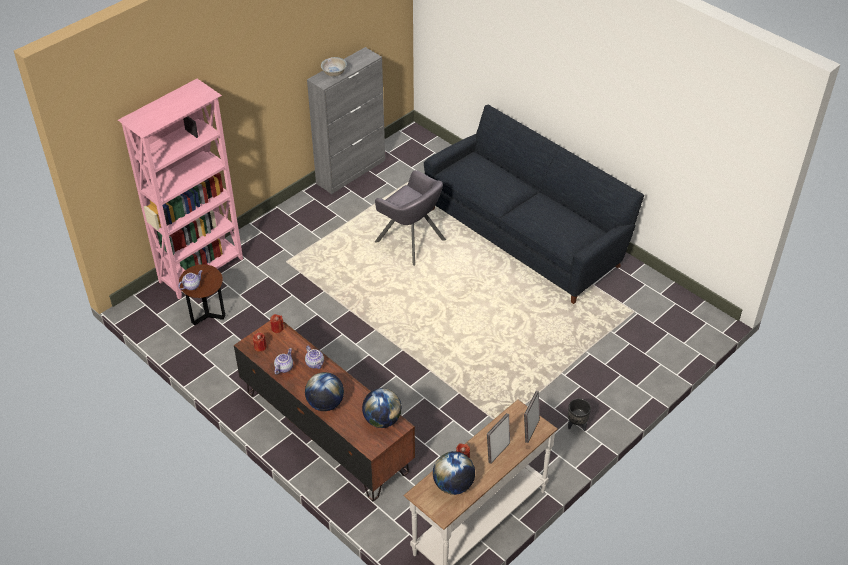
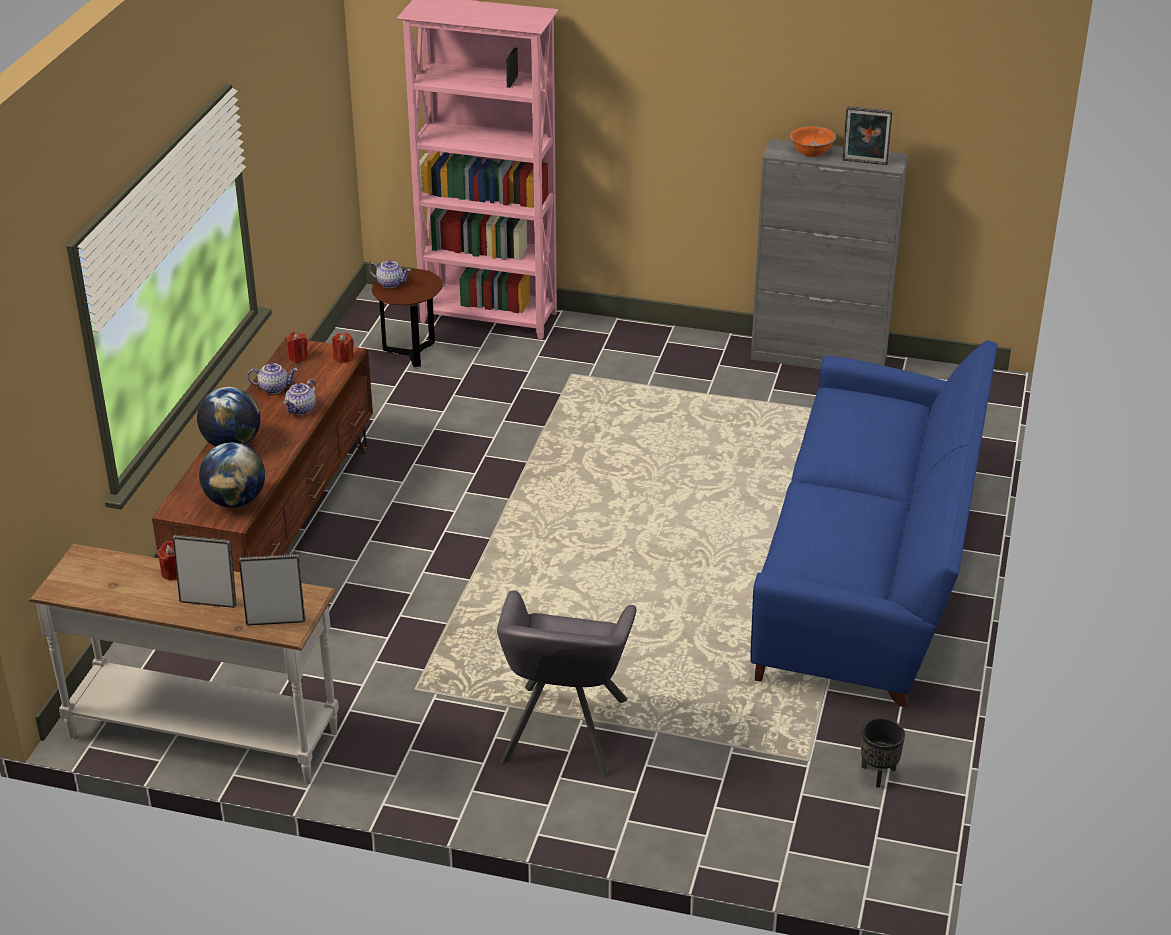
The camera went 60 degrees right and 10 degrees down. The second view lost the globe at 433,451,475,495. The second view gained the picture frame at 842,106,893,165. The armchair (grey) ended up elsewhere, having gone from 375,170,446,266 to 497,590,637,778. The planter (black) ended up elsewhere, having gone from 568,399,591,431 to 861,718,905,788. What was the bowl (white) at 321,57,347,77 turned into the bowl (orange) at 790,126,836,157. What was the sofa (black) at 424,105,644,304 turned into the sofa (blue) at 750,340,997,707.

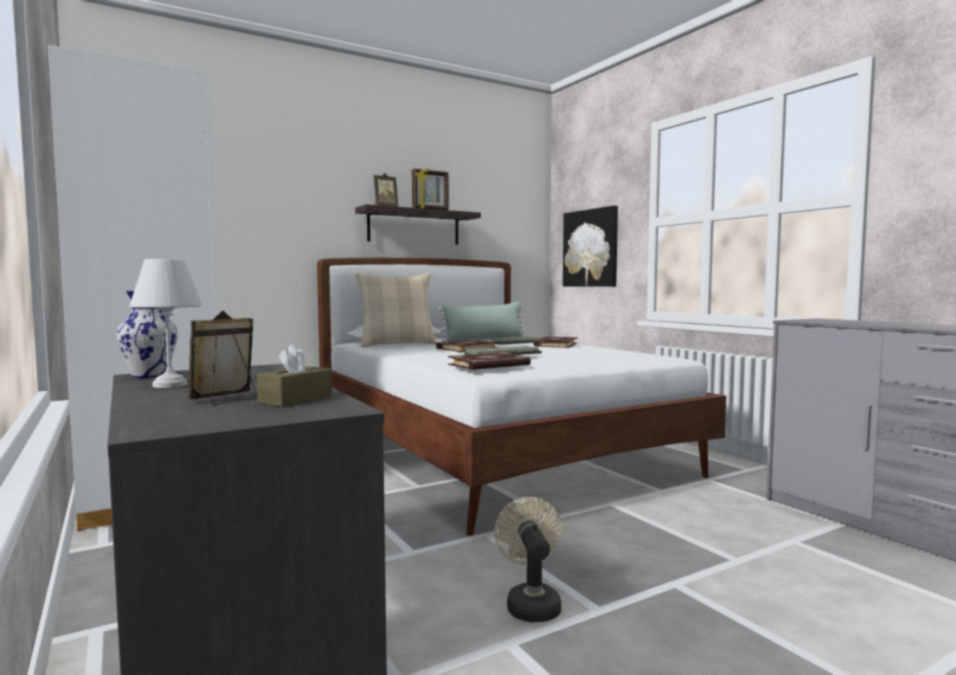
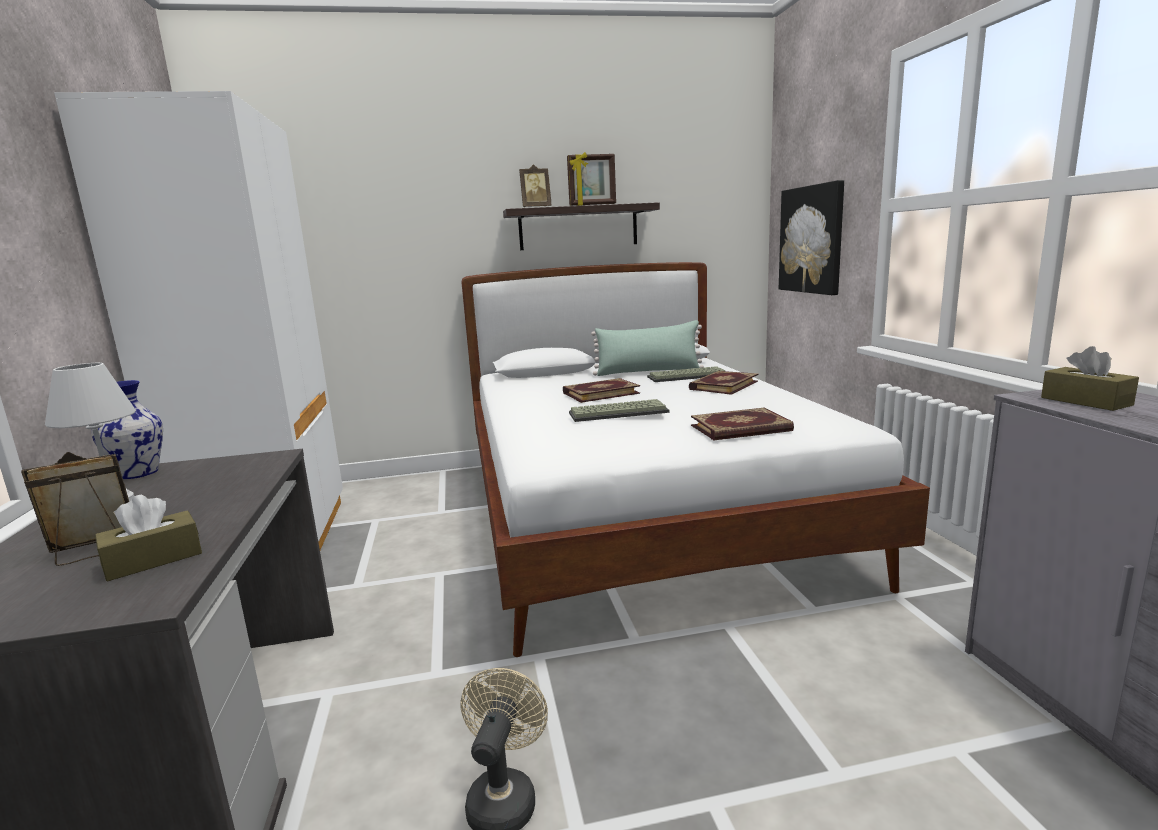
The camera went 20 degrees right and 10 degrees up. The second view lost the pillow (beige) at 355,273,437,347. The second view gained the tissue box (brown) at 1041,346,1139,411. The book ended up elsewhere, having gone from 448,352,531,370 to 691,408,794,441.

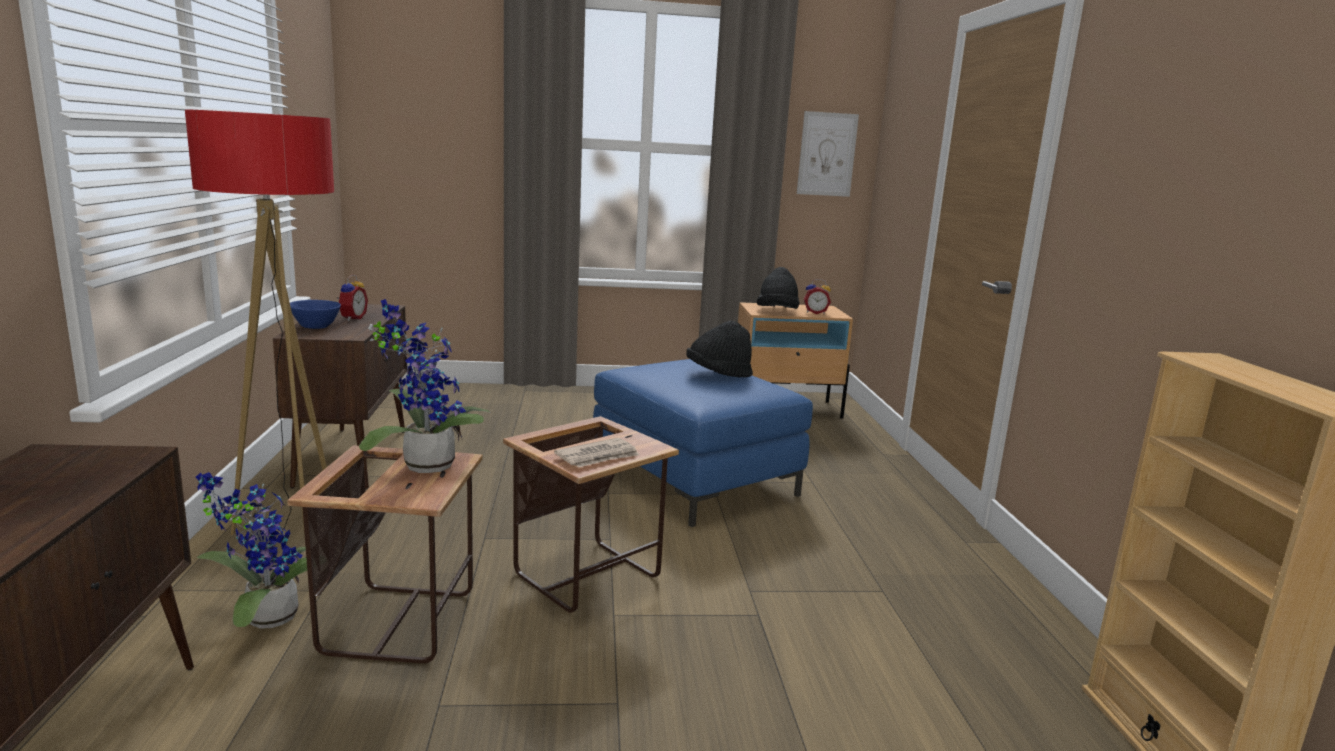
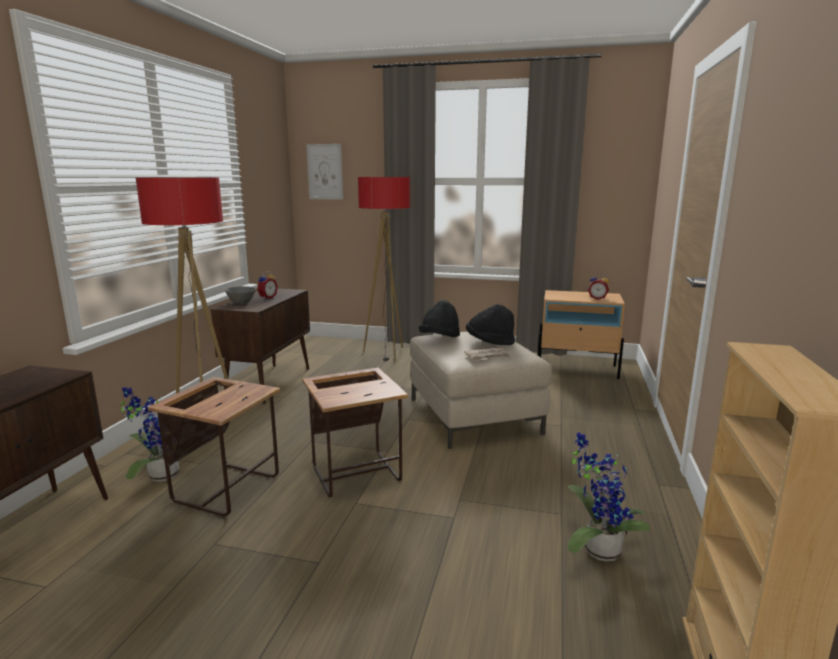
The camera went 20 degrees right and 0 degrees up. The second view gained the floor lamp at 358,177,410,361. The potted plant ended up elsewhere, having gone from 359,299,491,473 to 567,432,650,561. The newspaper ended up elsewhere, having gone from 554,438,639,467 to 464,348,512,360. The hat (black) ended up elsewhere, having gone from 757,267,800,309 to 418,300,460,337. The picture ended up elsewhere, having gone from 797,111,859,197 to 306,144,343,200. What was the bowl (blue) at 290,300,341,329 turned into the bowl (grey) at 225,286,256,304. What was the ottoman (blue) at 593,359,813,527 turned into the ottoman (beige) at 410,331,552,449.

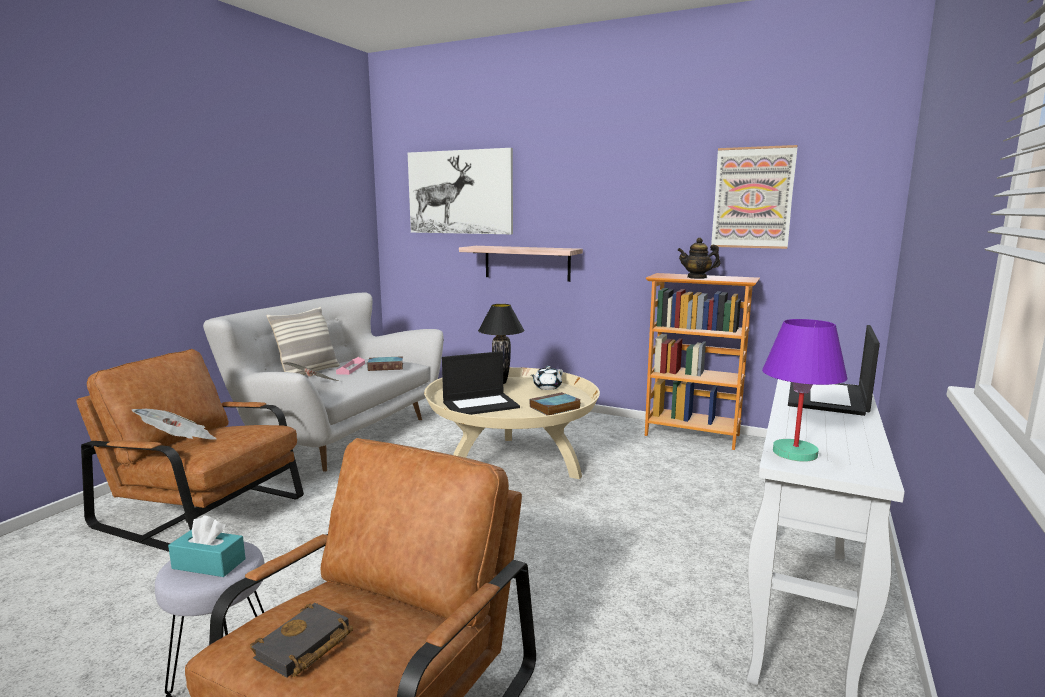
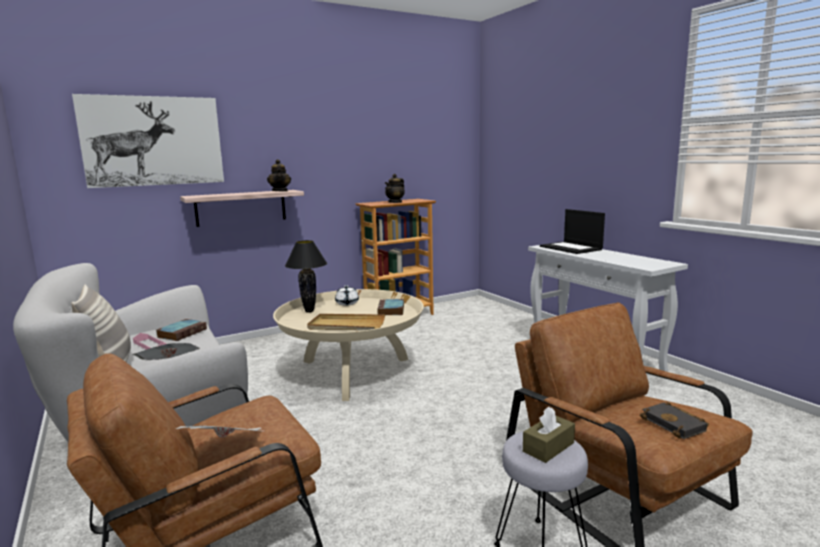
The camera went 55 degrees left and 0 degrees up. The second view lost the picture at 711,145,798,249. The second view lost the table lamp (purple) at 762,319,847,462. The second view gained the teapot at 267,159,291,191. Where the laptop stood at 442,351,520,415, the tray (beige) came to stand at 307,314,385,330. What was the tissue box (turquoise) at 168,515,246,577 turned into the tissue box (brown) at 523,407,575,463.

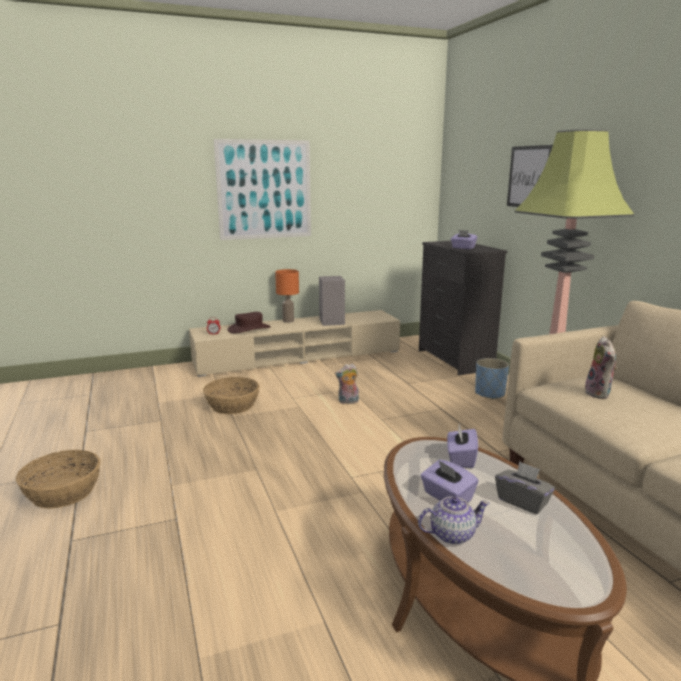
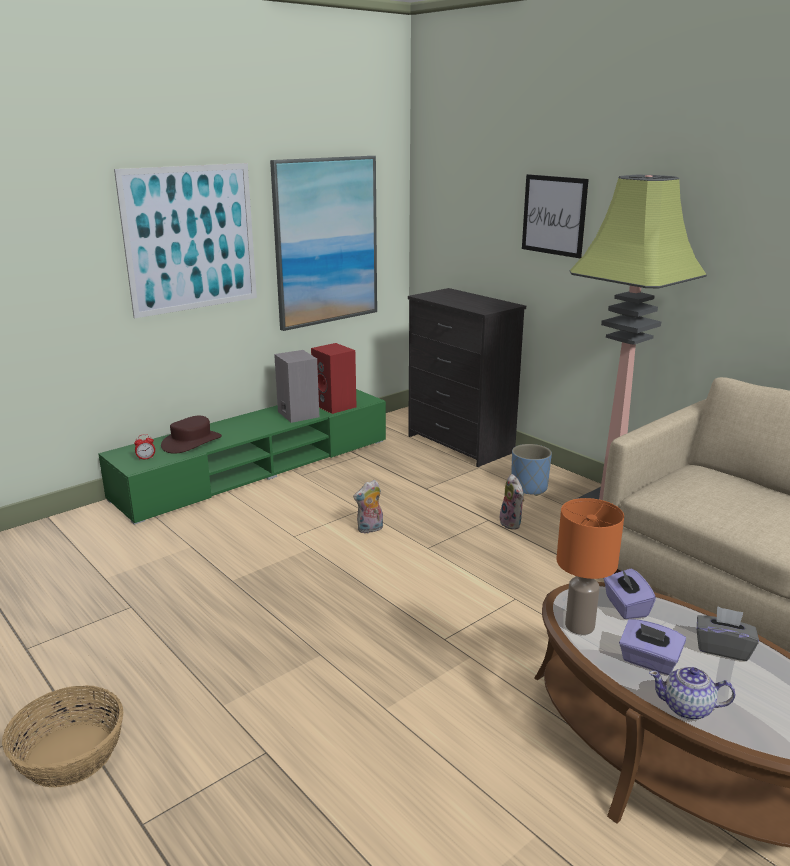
The camera went 20 degrees left and 5 degrees up. The second view lost the basket at 203,377,260,414. The second view lost the tissue box (purple) at 451,230,478,249. The second view gained the picture at 270,156,377,331. The second view gained the speaker (red) at 311,343,356,414. The table lamp (orange) ended up elsewhere, having gone from 275,269,299,323 to 556,498,624,635. The plush toy ended up elsewhere, having gone from 585,336,617,399 to 500,474,524,530. What was the tv stand (beige) at 189,310,400,377 turned into the tv stand (green) at 98,389,386,525. The teapot at 418,496,489,545 ended up facing another way, 135 degrees counterclockwise from before.

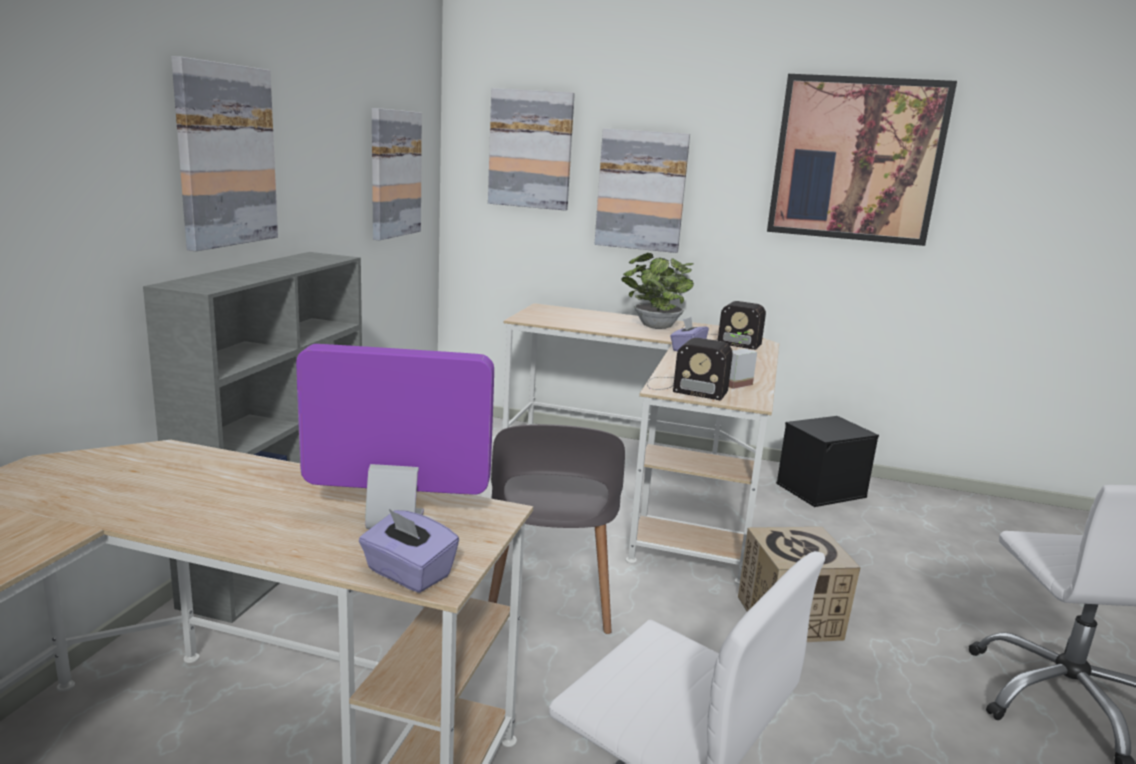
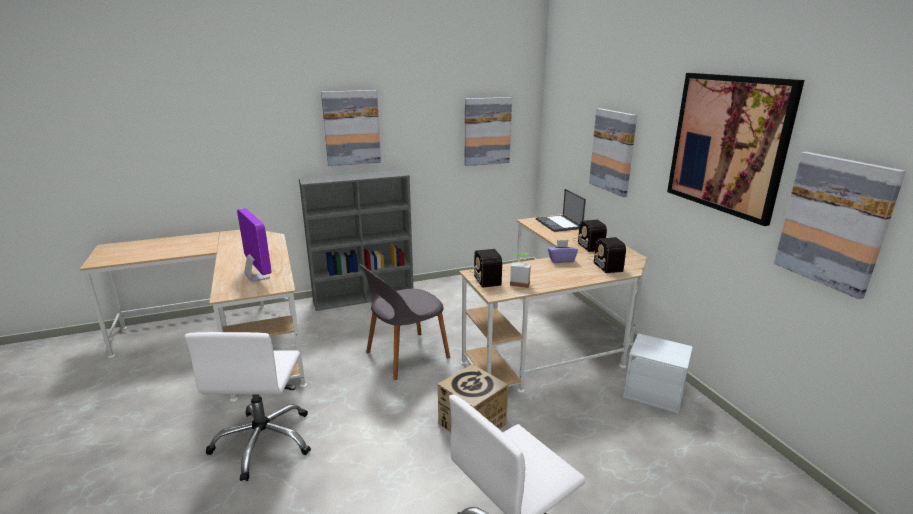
The camera went 55 degrees right and 5 degrees up. The second view lost the tissue box (purple) at 359,509,459,593. The second view gained the laptop at 536,189,586,232. The picture ended up elsewhere, having gone from 488,88,575,211 to 774,152,906,299. Where the potted plant stood at 621,253,694,329, the radio came to stand at 572,220,607,252. What was the storage box (black) at 776,416,879,507 turned into the storage box (white) at 623,333,693,414.

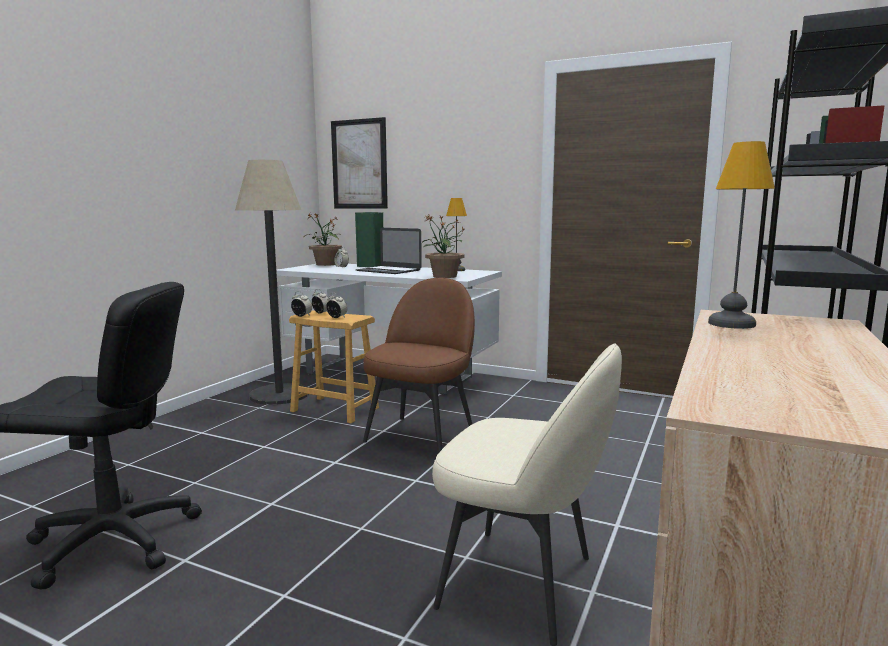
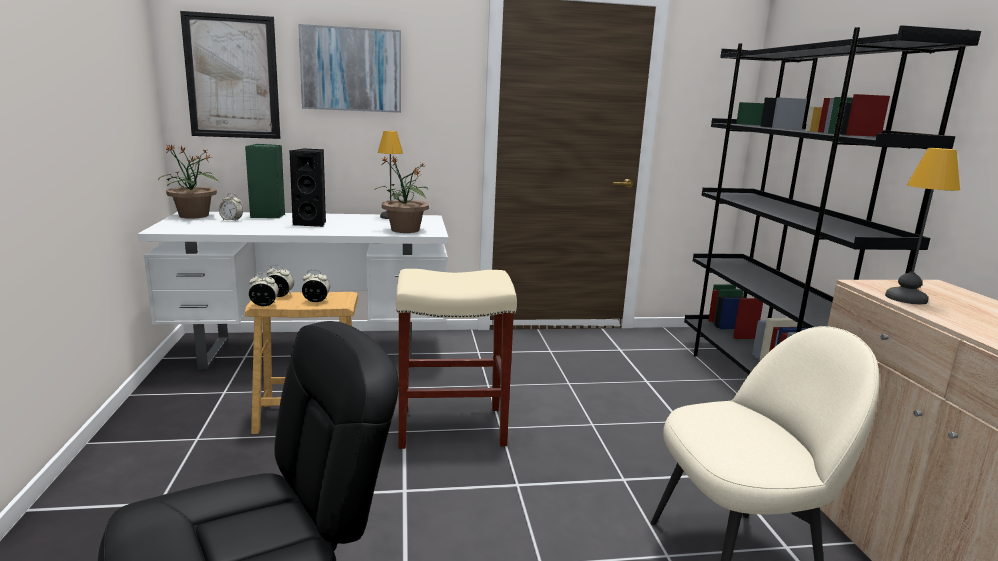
The camera went 35 degrees left and 5 degrees up. The second view lost the floor lamp at 235,160,309,405. The second view gained the picture at 298,24,401,113. Where the laptop stood at 355,228,422,274, the speaker (black) came to stand at 290,148,326,227. Where the chair (brown) stood at 363,278,475,453, the stool (beige) came to stand at 396,269,517,449.

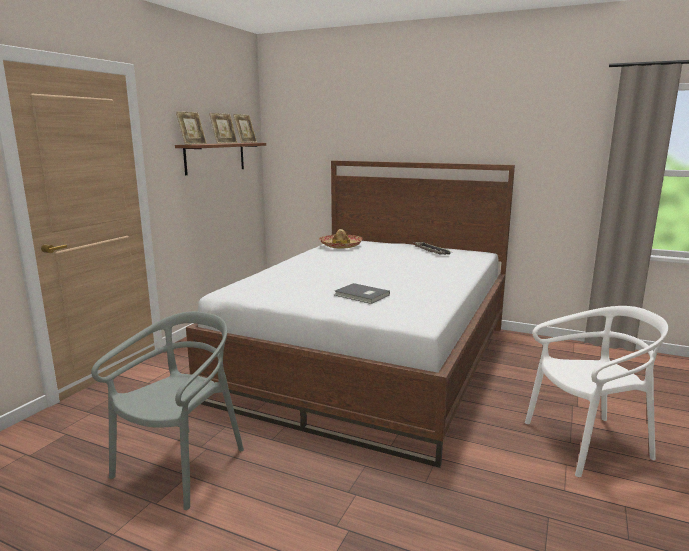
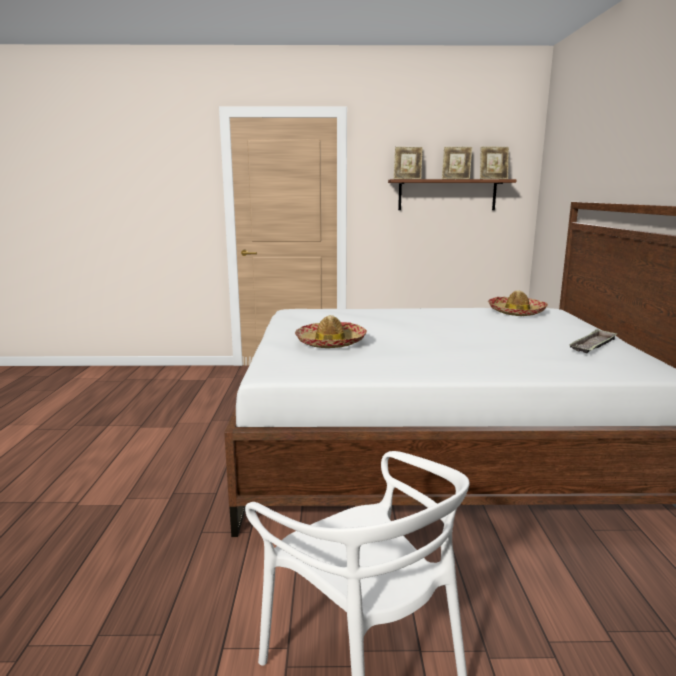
The camera went 65 degrees right and 0 degrees up. The second view lost the chair (grey) at 91,311,244,510. Where the book (grey) stood at 335,283,390,304, the hat came to stand at 295,315,367,348.

